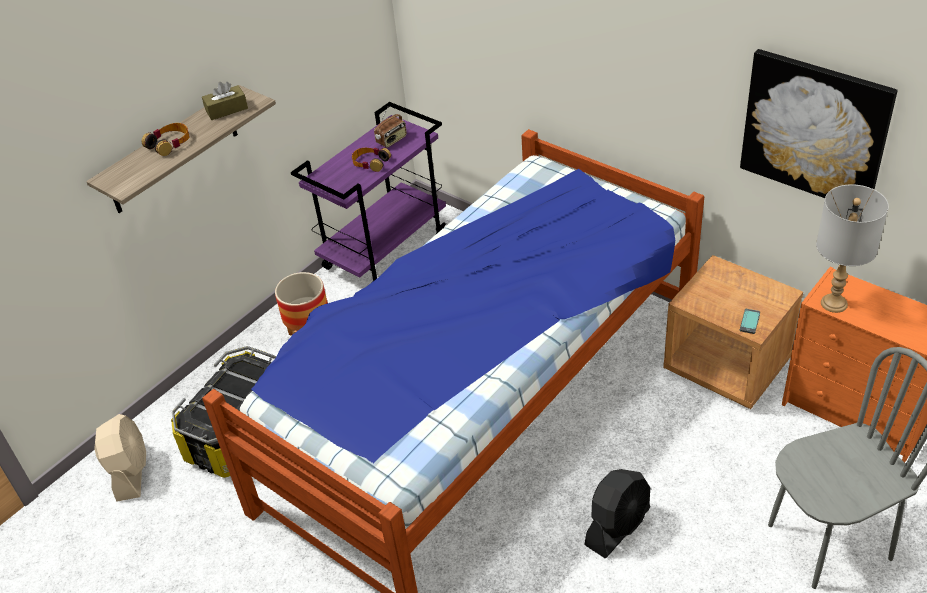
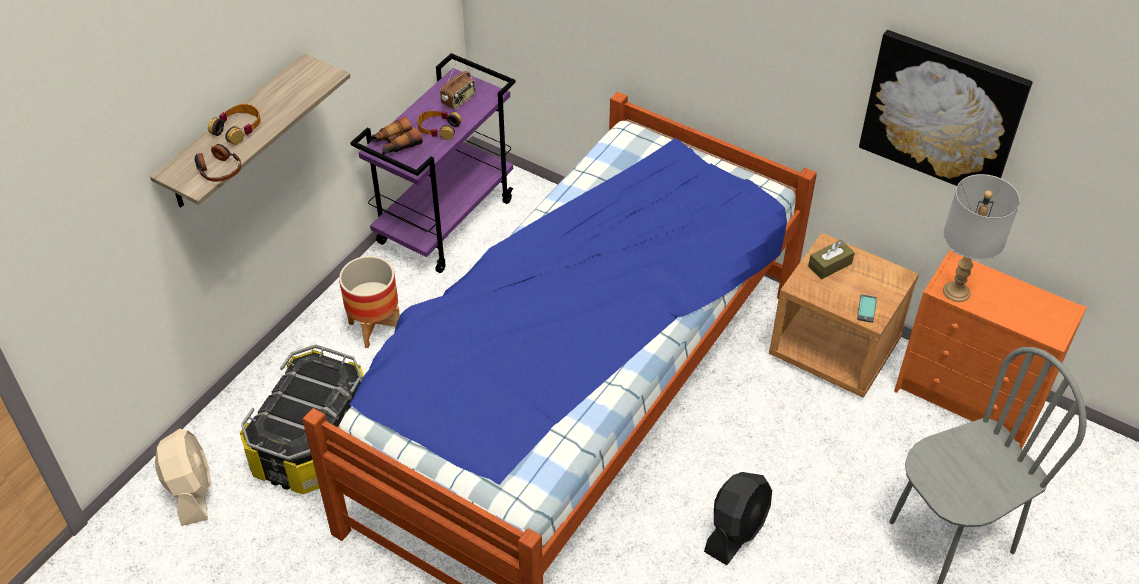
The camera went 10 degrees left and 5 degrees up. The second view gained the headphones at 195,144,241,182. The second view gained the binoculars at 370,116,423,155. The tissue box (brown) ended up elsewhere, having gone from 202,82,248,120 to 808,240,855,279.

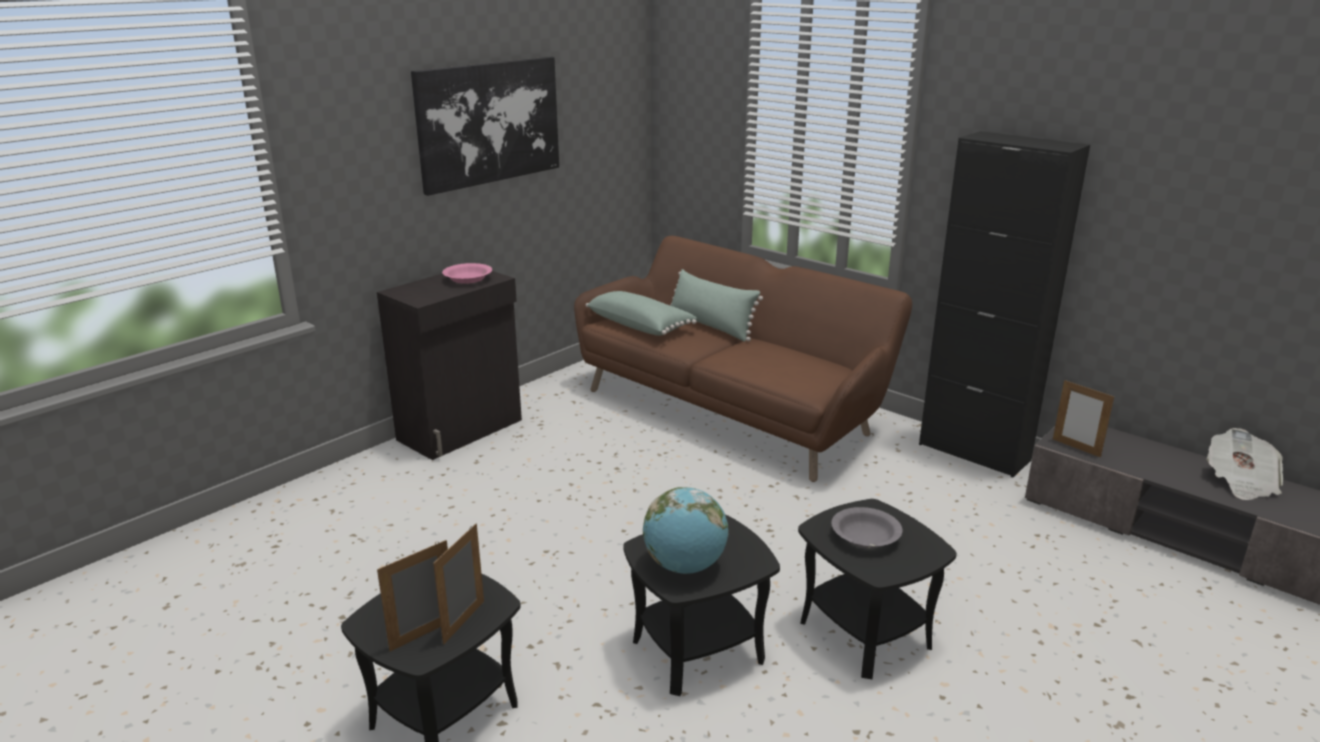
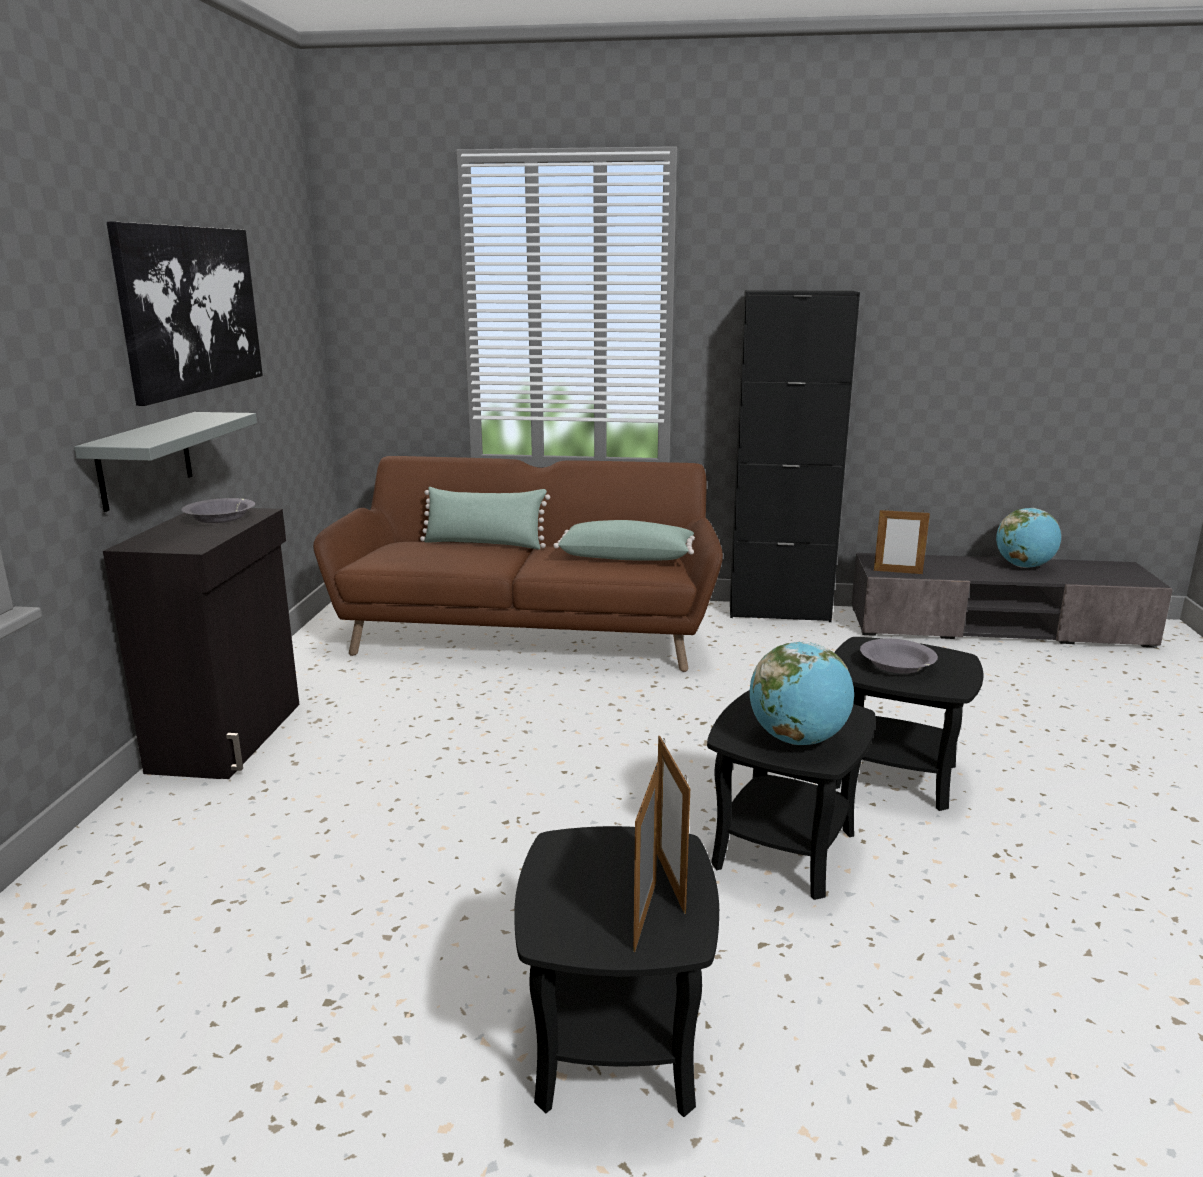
The camera went 35 degrees left and 5 degrees down. The second view gained the shelf (grey) at 74,412,257,512. The pillow (green) ended up elsewhere, having gone from 586,291,697,336 to 553,520,695,561. Where the newspaper stood at 1207,428,1283,500, the globe came to stand at 996,508,1061,568. What was the bowl (pink) at 442,263,492,284 turned into the bowl (grey) at 181,498,255,523.

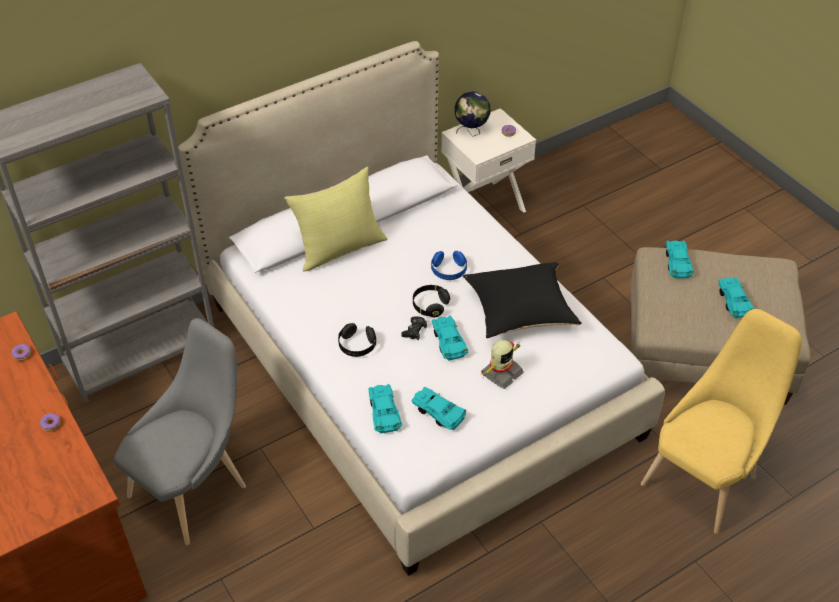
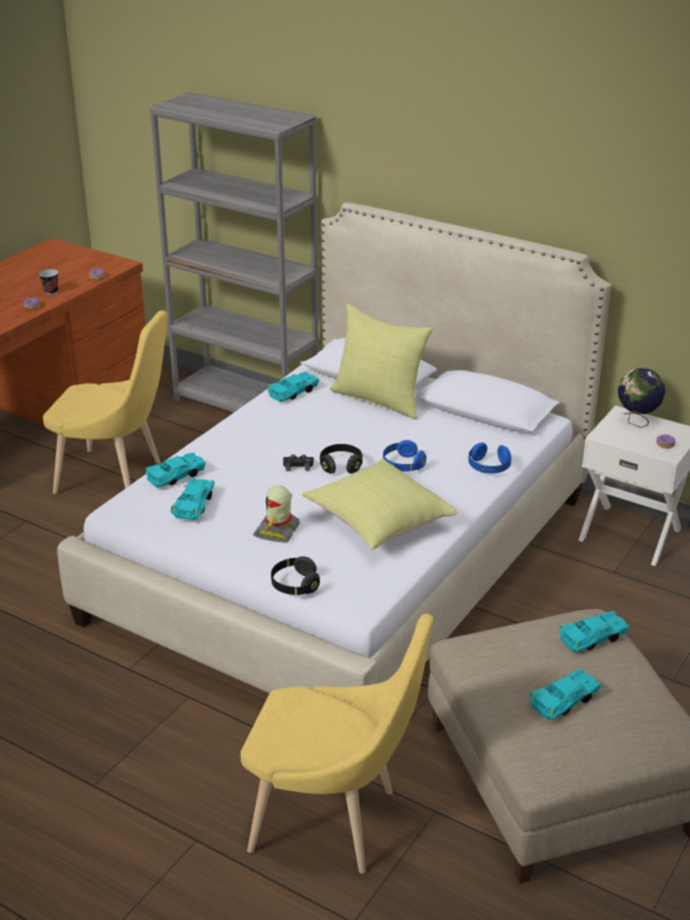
The camera went 65 degrees right and 15 degrees down. The second view gained the cup at 39,269,58,295. The second view gained the headphones (blue) at 468,442,511,474. The headphones (black) ended up elsewhere, having gone from 338,323,376,357 to 271,556,320,595. The toy car (turquoise) ended up elsewhere, having gone from 432,316,469,361 to 268,372,319,402. What was the chair (grey) at 114,318,246,545 turned into the chair (yellow) at 43,310,167,494. What was the pillow (black) at 463,262,582,339 turned into the pillow (yellow) at 302,458,457,550. The toy robot at 481,340,524,389 ended up facing another way, 90 degrees clockwise from before.

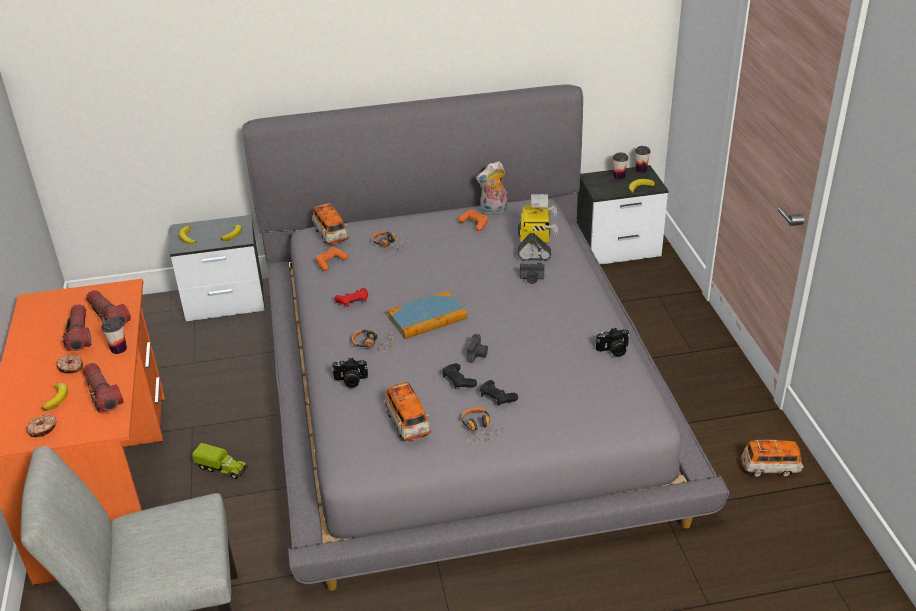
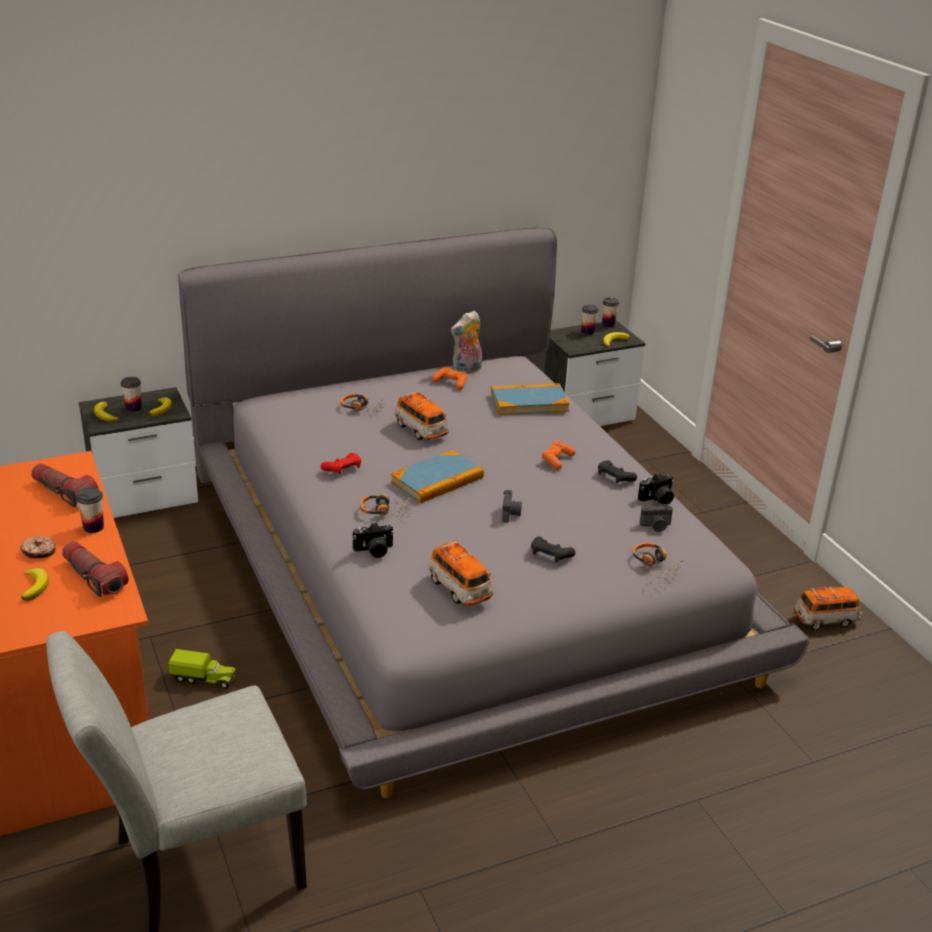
The camera went 15 degrees left and 5 degrees down. The second view lost the donut at 26,415,57,437. The second view lost the flashlight at 63,304,92,351. The second view gained the cup at 121,377,141,412. The toy car ended up elsewhere, having gone from 312,203,349,244 to 395,391,449,440. The game controller (orange) ended up elsewhere, having gone from 316,247,348,271 to 542,441,576,470. The game controller (black) ended up elsewhere, having gone from 442,363,477,389 to 598,460,637,483. The headphones ended up elsewhere, having gone from 461,408,504,444 to 633,543,684,578. The photo camera ended up elsewhere, having gone from 520,263,544,284 to 640,504,673,532. Where the toy robot stood at 518,194,558,261, the book came to stand at 491,383,570,415.

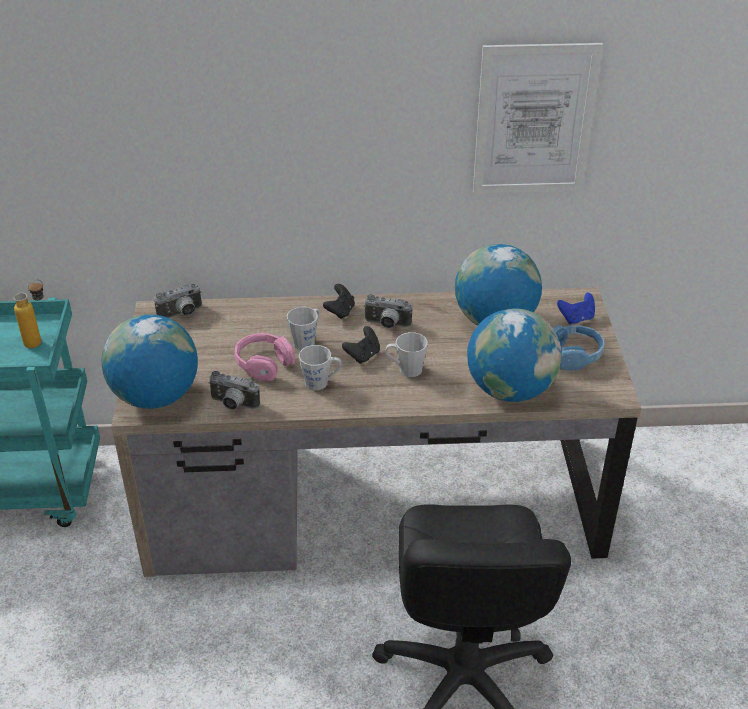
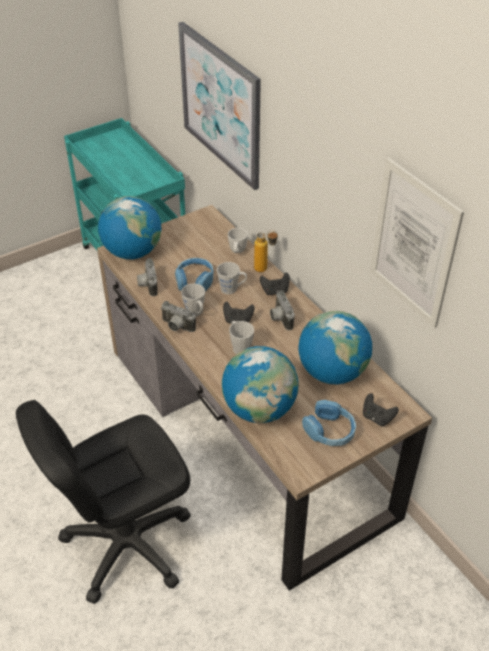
The camera went 60 degrees right and 5 degrees up. The second view gained the picture at 178,22,261,190. The second view gained the mug (white) at 228,228,248,253. The bottle ended up elsewhere, having gone from 13,279,43,348 to 254,230,278,272. The photo camera ended up elsewhere, having gone from 154,283,202,318 to 161,301,196,332. What was the headphones (pink) at 235,333,295,381 turned into the headphones (blue) at 175,258,214,291. What was the game controller (blue) at 557,292,595,324 turned into the game controller (black) at 363,393,399,426.

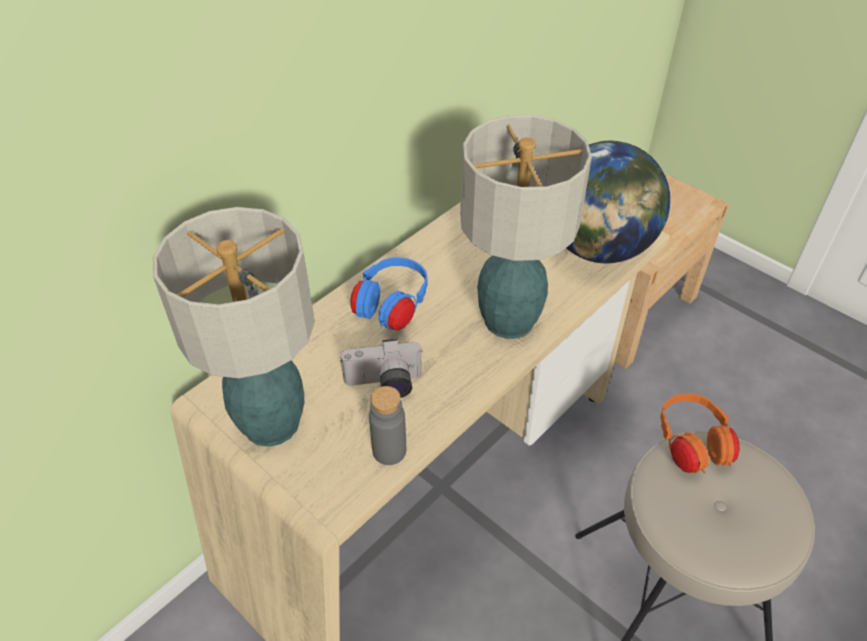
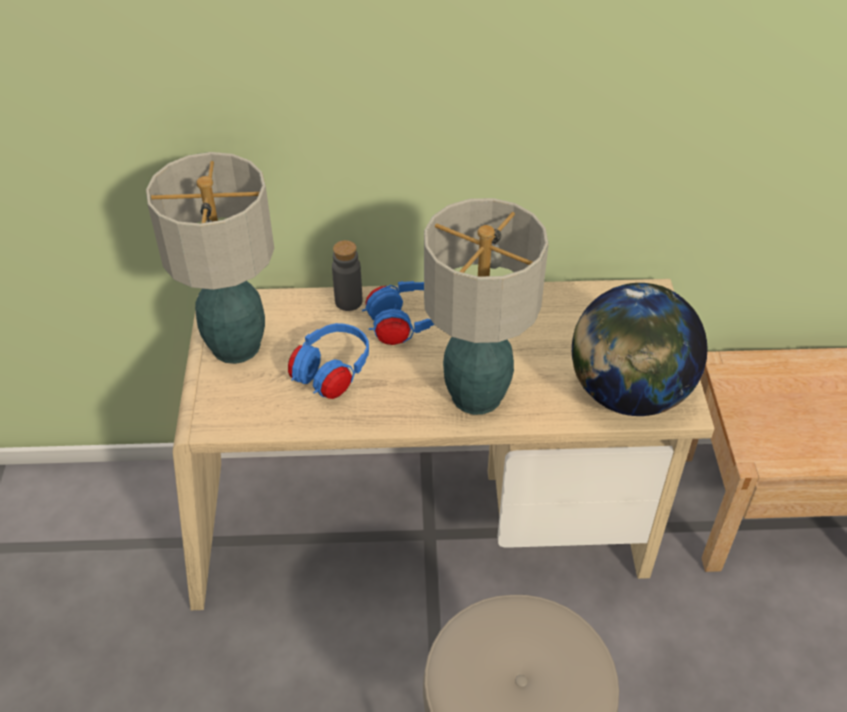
The camera went 45 degrees right and 0 degrees up. The second view lost the headphones (orange) at 660,393,740,473. The bottle (grey) ended up elsewhere, having gone from 369,386,406,465 to 332,240,362,311. Where the photo camera stood at 340,339,423,398, the headphones (blue) came to stand at 288,323,369,399.

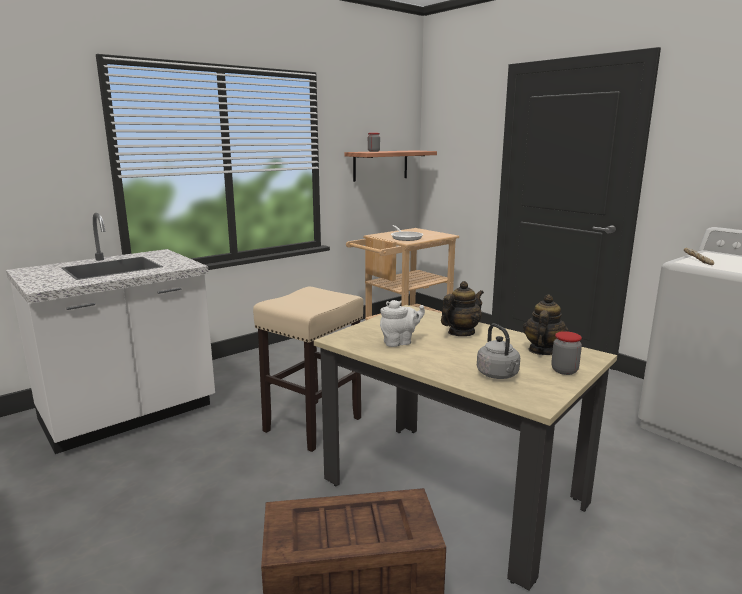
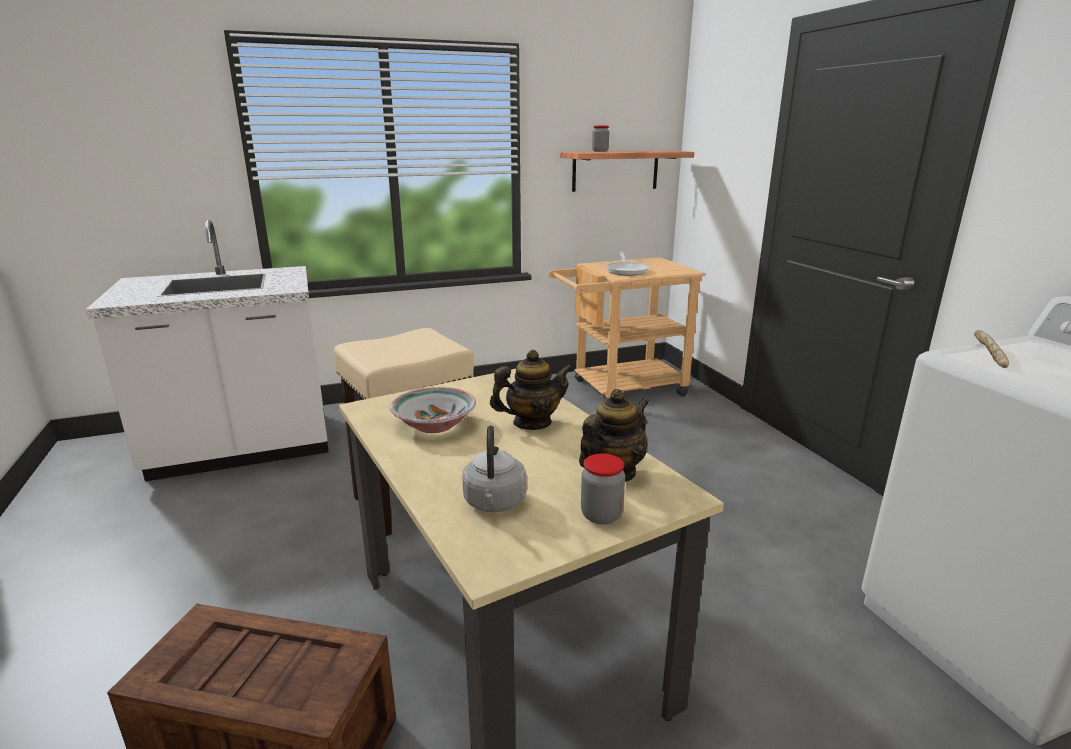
The camera went 20 degrees right and 5 degrees up. Where the teapot (white) stood at 380,300,425,347, the bowl came to stand at 390,387,476,433.

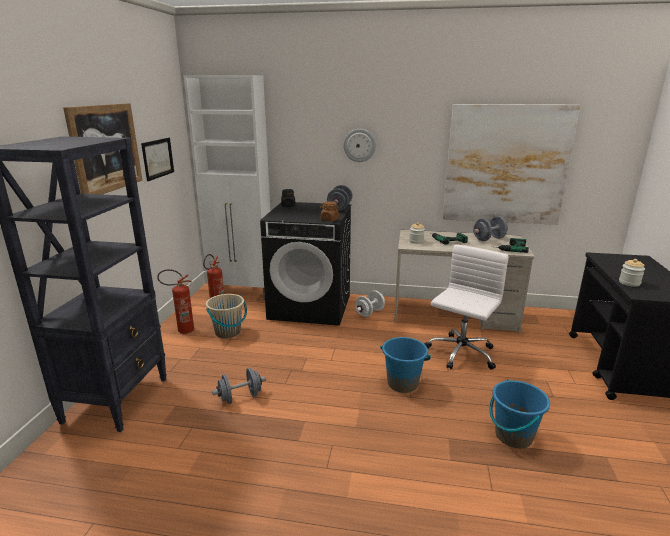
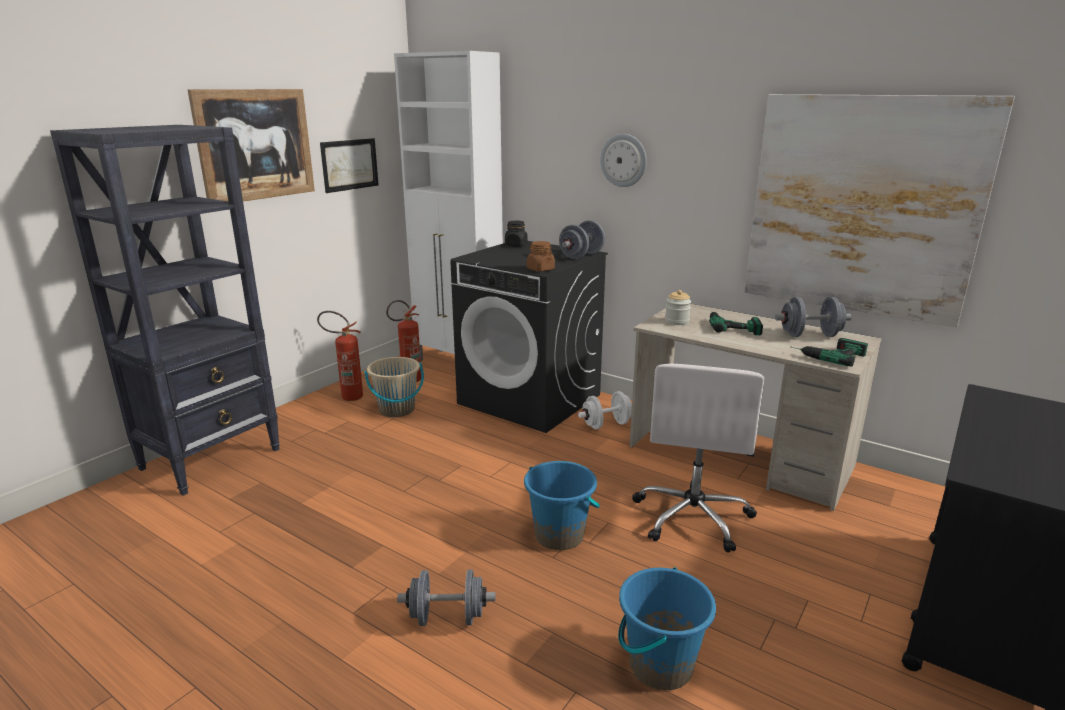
The camera went 25 degrees right and 0 degrees up. The second view lost the jar at 619,259,645,287. The dumbbell (grey) ended up elsewhere, having gone from 212,368,266,404 to 397,569,496,626. The office chair (white) at 424,244,509,370 ended up facing another way, 135 degrees clockwise from before.

